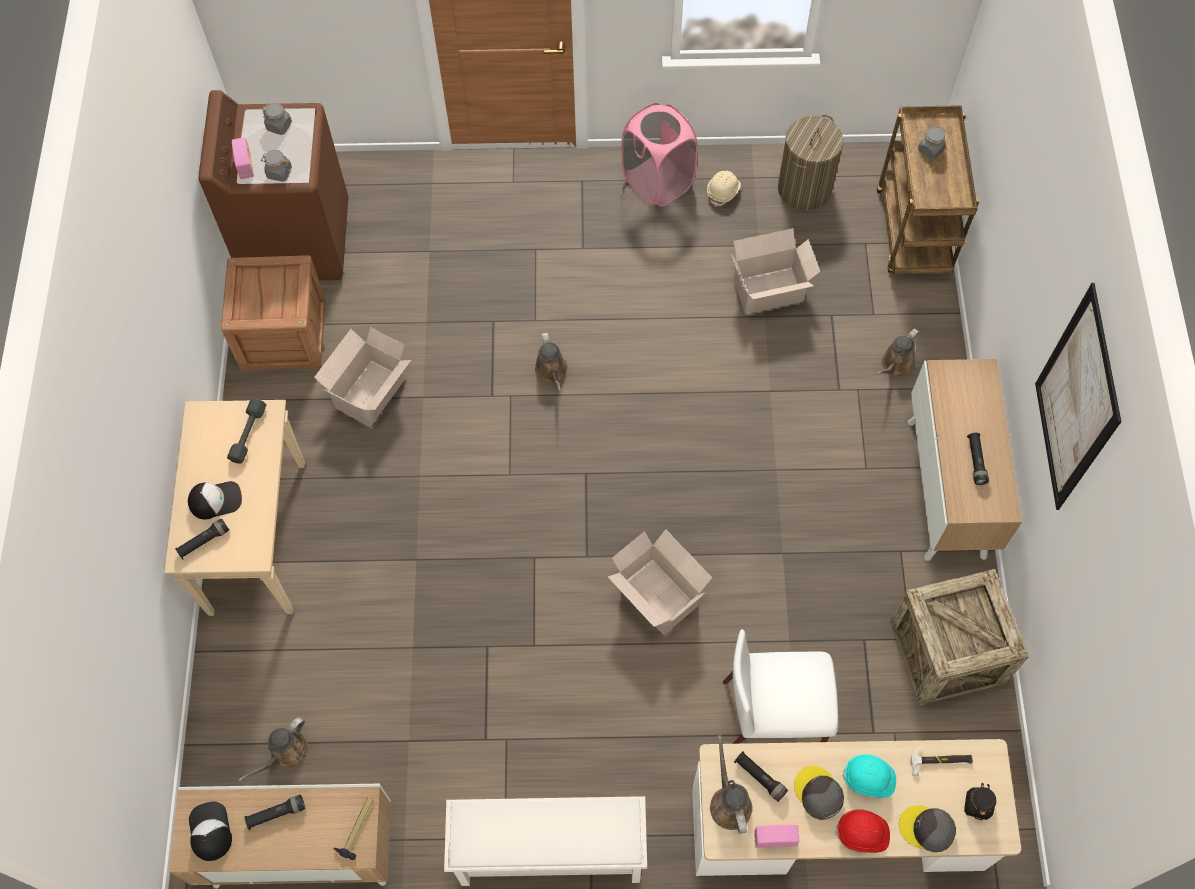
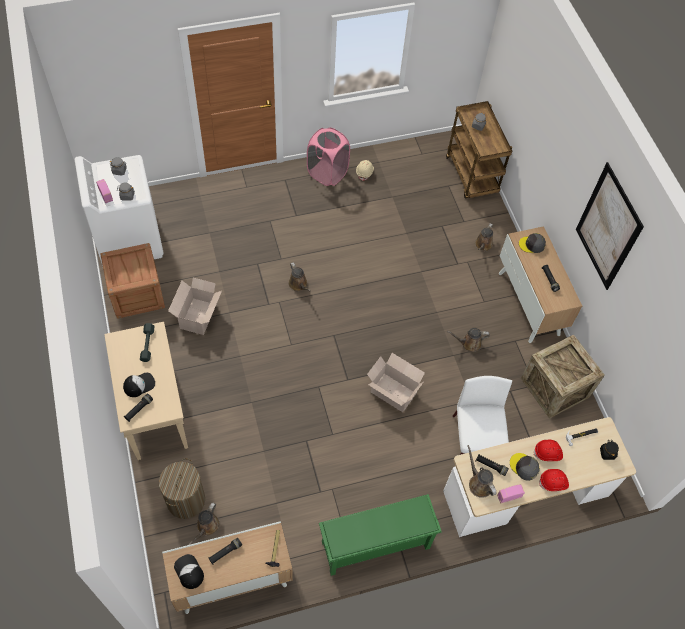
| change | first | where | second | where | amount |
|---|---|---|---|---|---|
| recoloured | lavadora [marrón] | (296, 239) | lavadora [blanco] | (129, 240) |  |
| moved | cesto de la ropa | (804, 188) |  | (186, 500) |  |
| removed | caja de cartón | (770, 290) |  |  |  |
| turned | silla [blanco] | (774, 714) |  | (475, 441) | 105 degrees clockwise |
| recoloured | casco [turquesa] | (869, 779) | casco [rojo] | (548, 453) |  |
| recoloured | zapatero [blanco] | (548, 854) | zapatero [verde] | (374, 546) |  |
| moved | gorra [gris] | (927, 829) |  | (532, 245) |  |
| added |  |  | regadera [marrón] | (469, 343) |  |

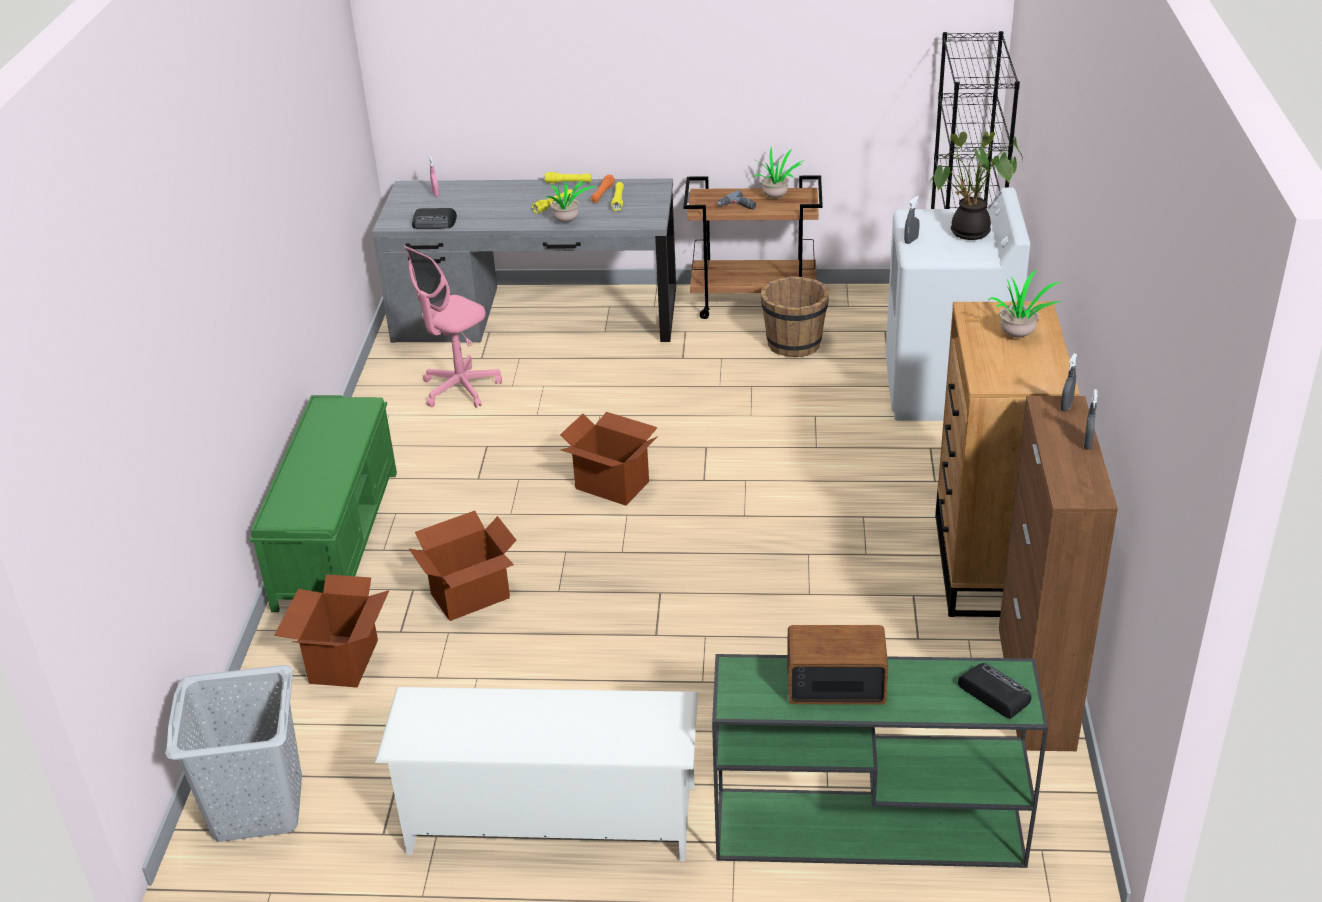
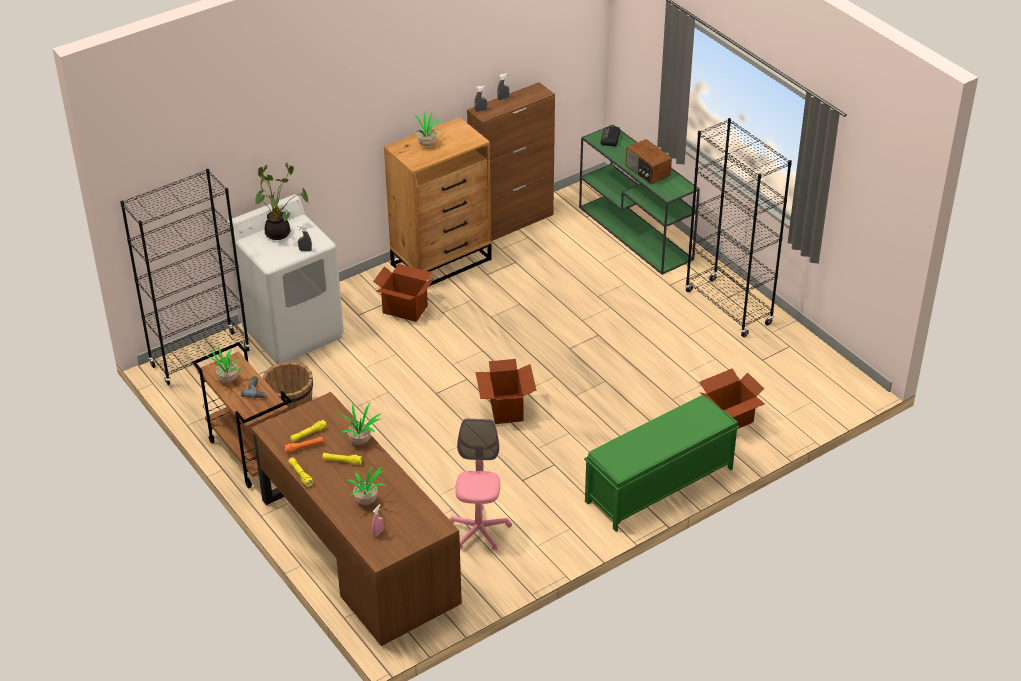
| change | first | where | second | where | amount |
|---|---|---|---|---|---|
| recoloured | escritorio [gris] | (536, 315) | escritorio [marrón] | (358, 551) |  |
| removed | radio | (435, 223) |  |  |  |
| turned | silla de oficina [rosa] | (460, 389) |  | (479, 531) | 90 degrees counterclockwise |
| moved | caja de cartón | (471, 596) |  | (405, 309) |  |
| removed | cesto de la ropa [gris] | (257, 806) |  |  |  |
| replaced | zapatero [blanco] | (550, 820) | estantería [negro] | (728, 308) |  |
| added |  |  | planta en maceta | (368, 502) |  |

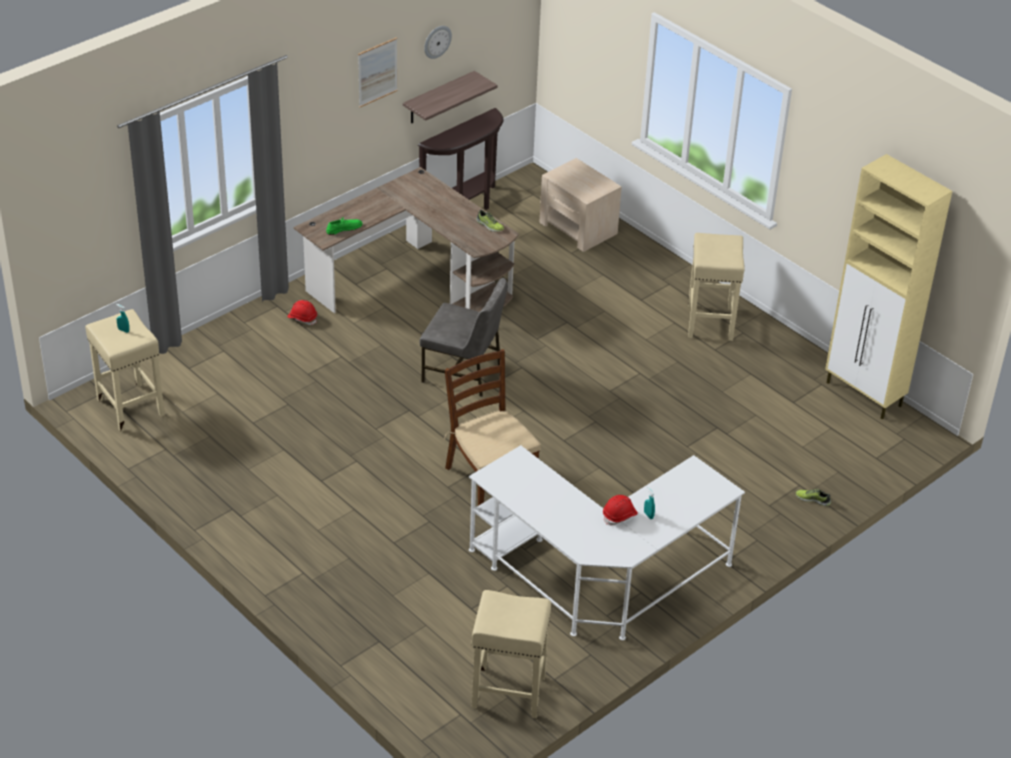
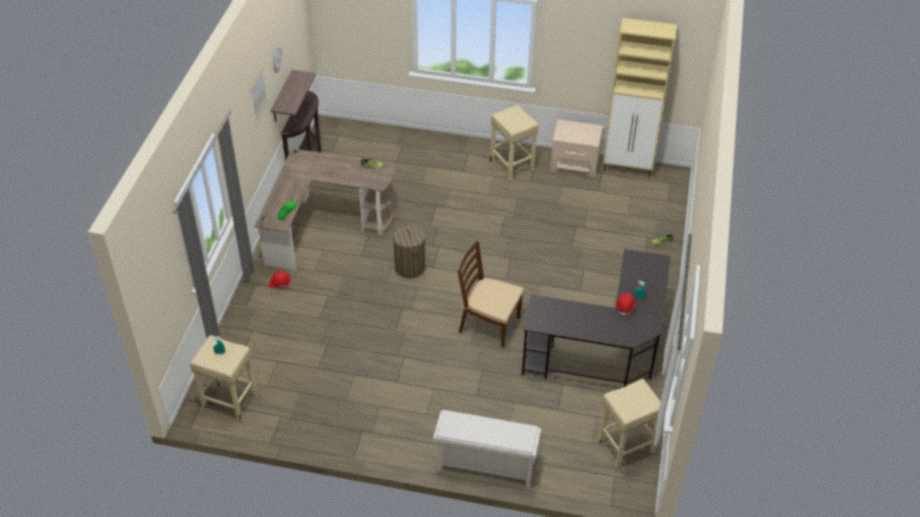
| change | first | where | second | where | amount |
|---|---|---|---|---|---|
| moved | mesita de noche [beis] | (578, 228) |  | (575, 164) |  |
| replaced | silla [gris] | (463, 373) | cesto de la ropa | (410, 267) |  |
| recoloured | escritorio [blanco] | (599, 579) | escritorio [negro] | (605, 350) |  |
| added |  |  | zapatero [blanco] | (485, 466) |  |

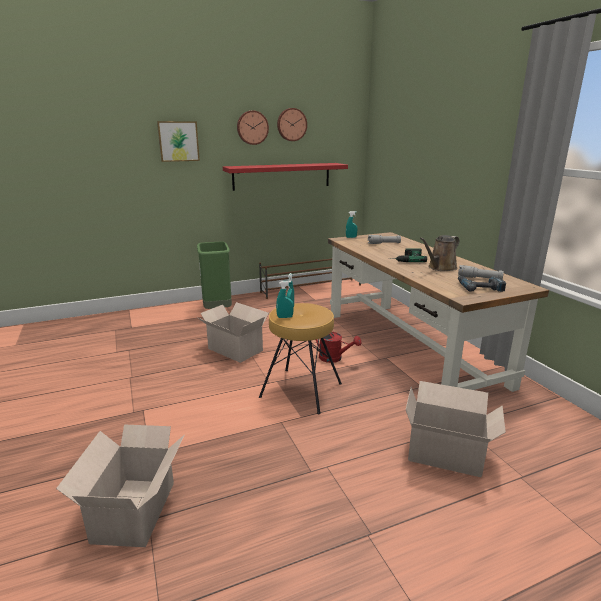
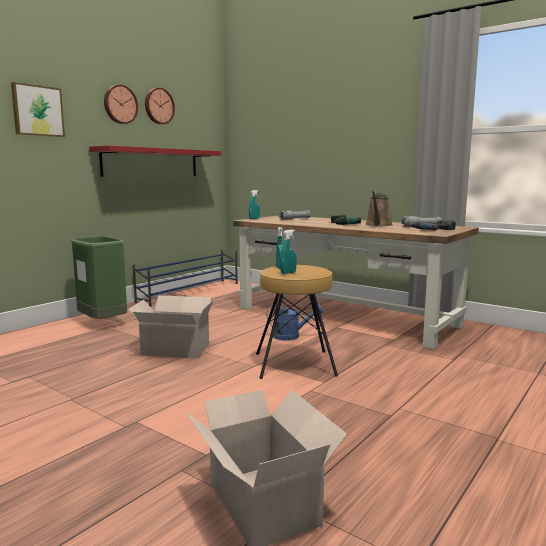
| change | first | where | second | where | amount |
|---|---|---|---|---|---|
| recoloured | zapatero [marrón] | (312, 288) | zapatero [azul] | (190, 292) |  |
| recoloured | regadera [rojo] | (334, 358) | regadera [azul] | (291, 336) |  |
| removed | caja de cartón | (447, 454) |  |  |  |

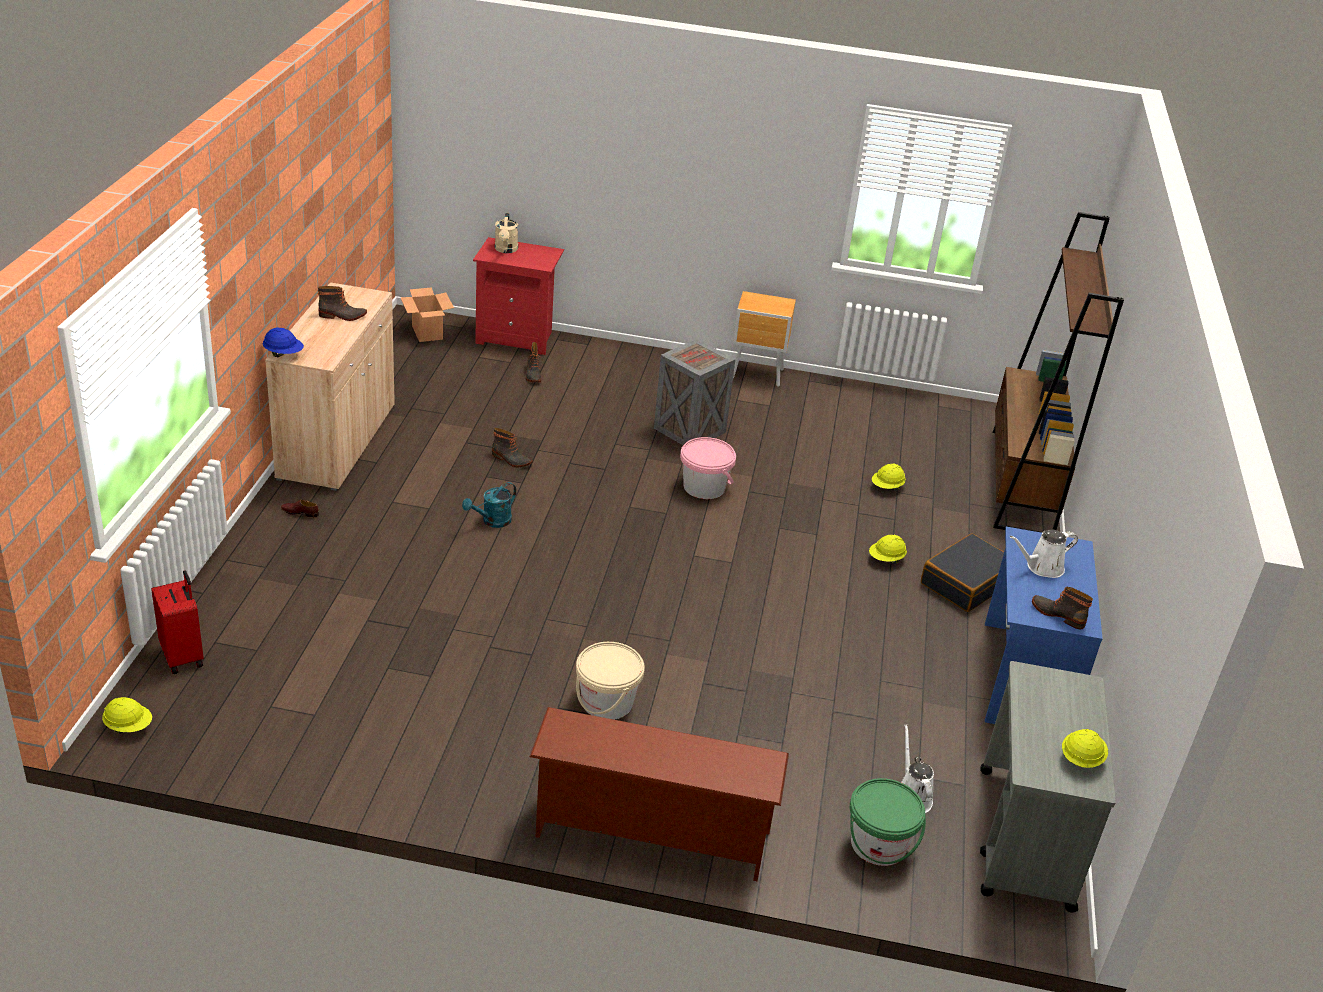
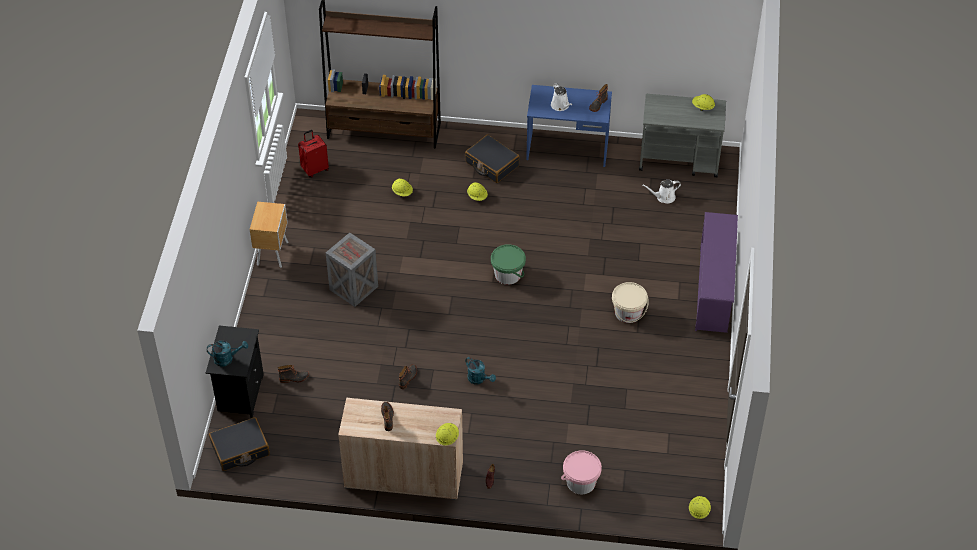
| change | first | where | second | where | amount |
|---|---|---|---|---|---|
| recoloured | regadera [beis] | (506, 250) | regadera [turquesa] | (227, 359) |  |
| recoloured | mesita de noche [rojo] | (517, 338) | mesita de noche [negro] | (239, 393) |  |
| replaced | caja de cartón | (427, 333) | maleta [negro] | (240, 449) |  |
| recoloured | casco [azul] | (283, 354) | casco [amarillo] | (447, 438) |  |
| moved | cubo [rosa] | (704, 487) |  | (581, 482) |  |
| moved | maleta [rojo] | (183, 656) |  | (315, 169) |  |
| recoloured | zapatero [marrón] | (650, 835) | zapatero [morado] | (714, 290) |  |
| moved | cubo [verde] | (878, 844) |  | (508, 274) |  |

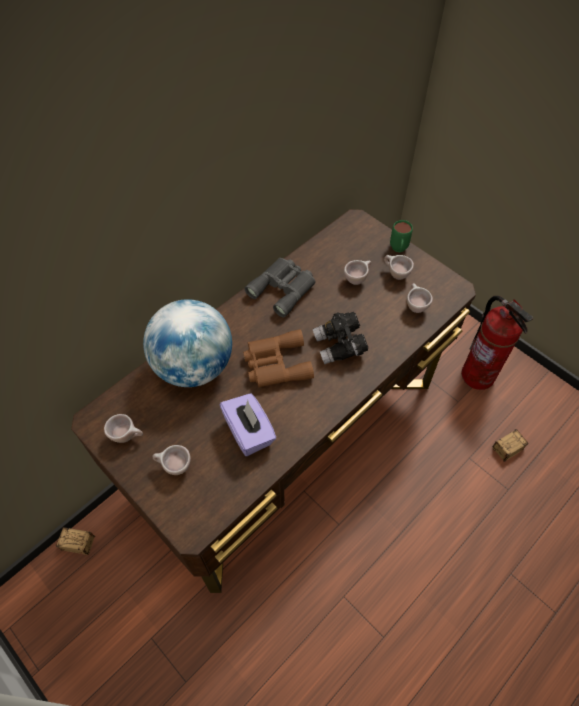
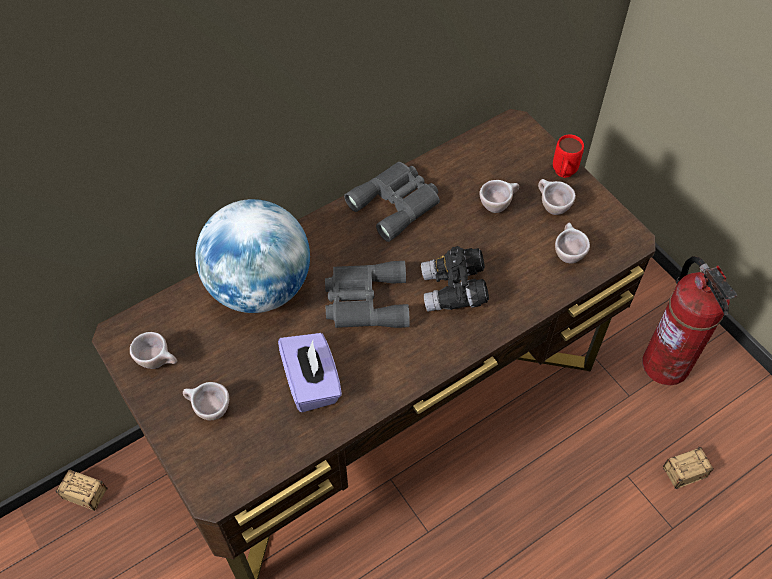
| change | first | where | second | where | amount |
|---|---|---|---|---|---|
| recoloured | taza grande [verde] | (398, 250) | taza grande [rojo] | (563, 175) |  |
| recoloured | prismáticos [marrón] | (275, 364) | prismáticos [gris] | (364, 300) |  |

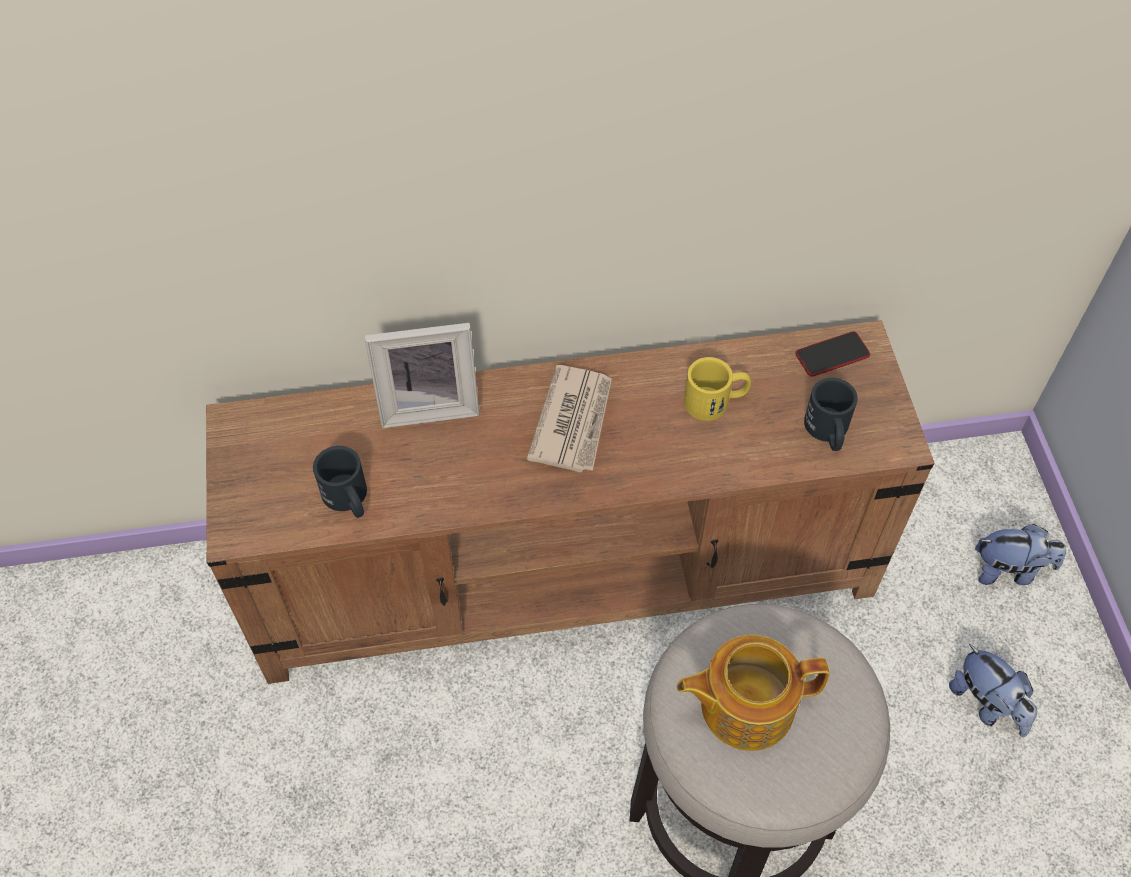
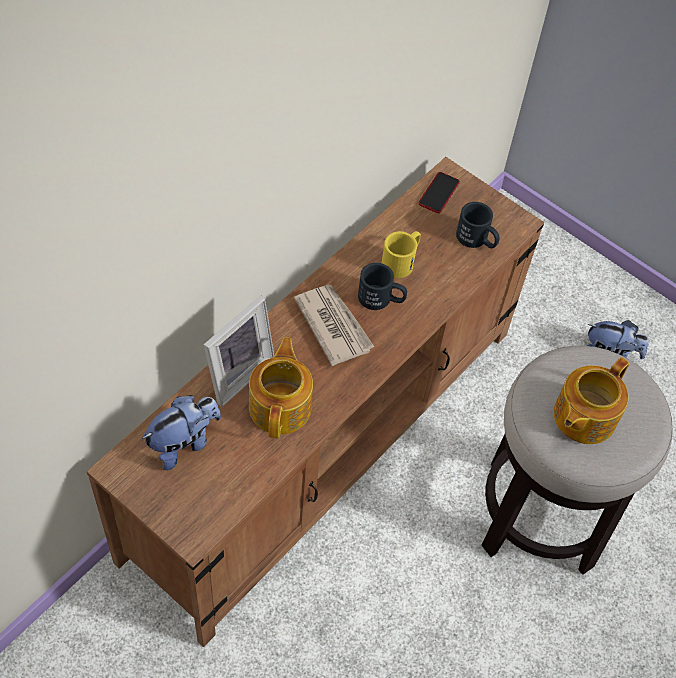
| change | first | where | second | where | amount |
|---|---|---|---|---|---|
| moved | taza grande [negro] | (348, 499) |  | (381, 299) |  |
| moved | peluche | (1009, 570) |  | (184, 443) |  |
| added |  |  | tetera | (281, 405) |  |

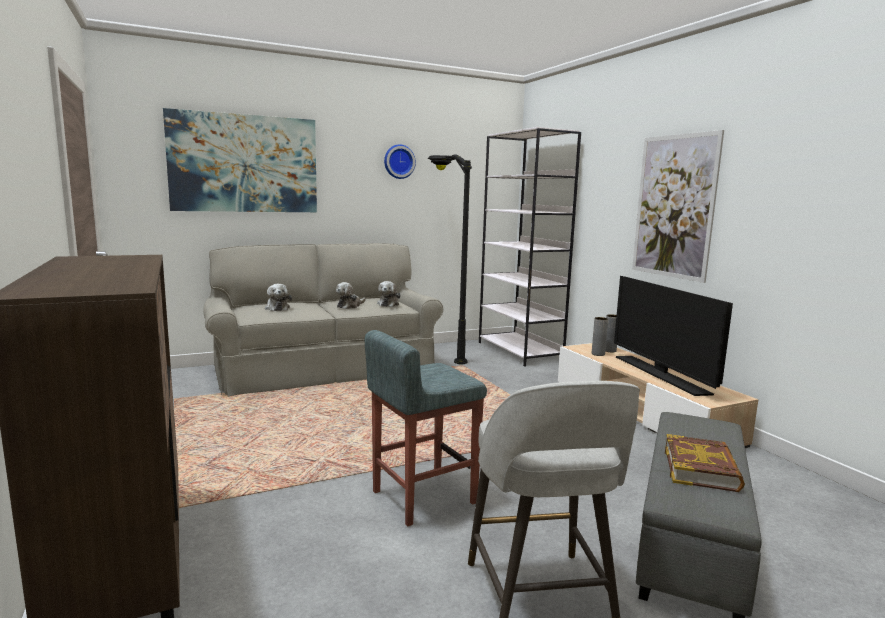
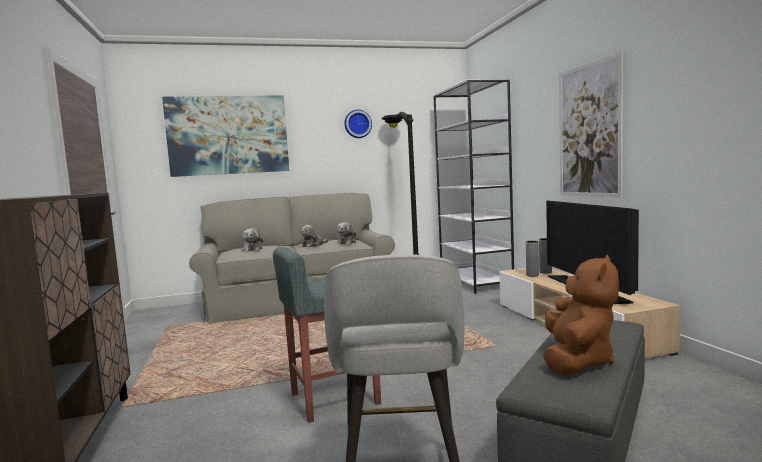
| change | first | where | second | where | amount |
|---|---|---|---|---|---|
| replaced | libro | (701, 469) | peluche [marrón] | (577, 361) |  |

